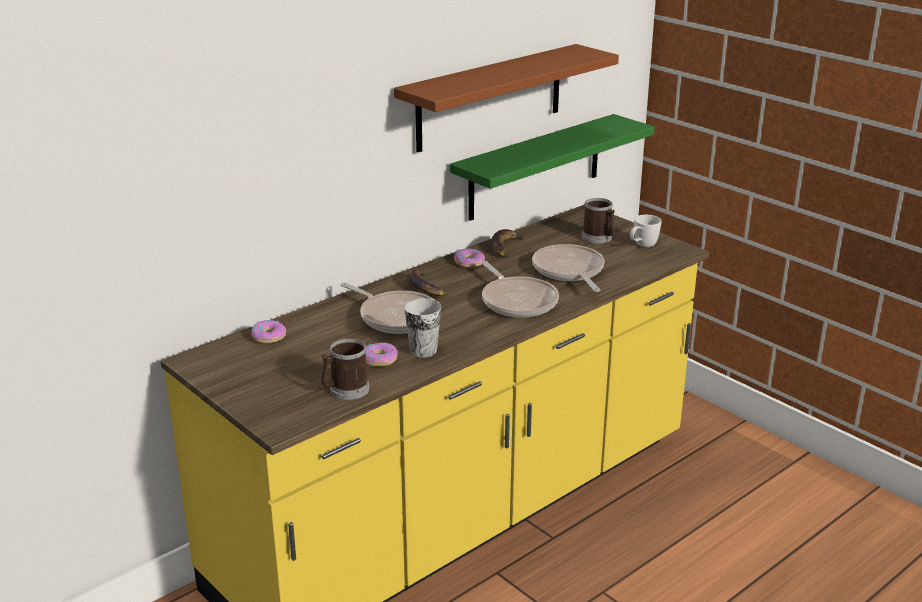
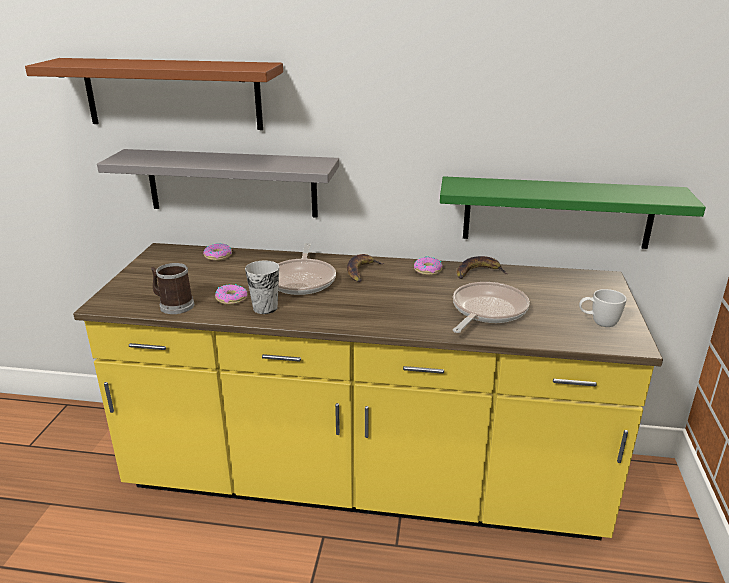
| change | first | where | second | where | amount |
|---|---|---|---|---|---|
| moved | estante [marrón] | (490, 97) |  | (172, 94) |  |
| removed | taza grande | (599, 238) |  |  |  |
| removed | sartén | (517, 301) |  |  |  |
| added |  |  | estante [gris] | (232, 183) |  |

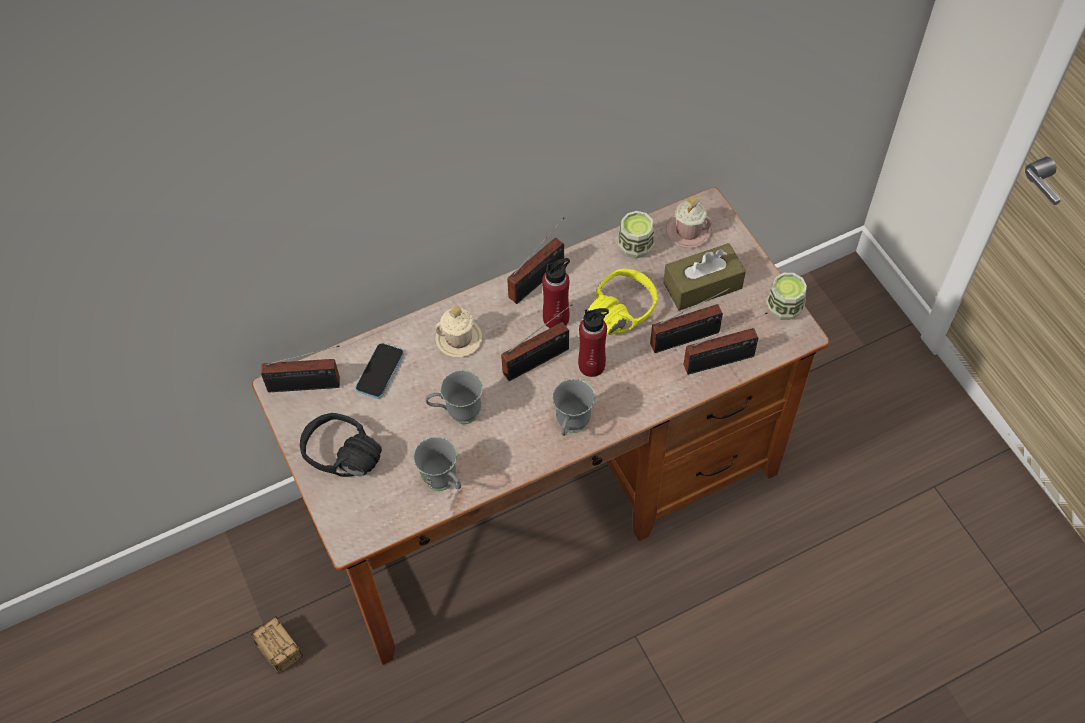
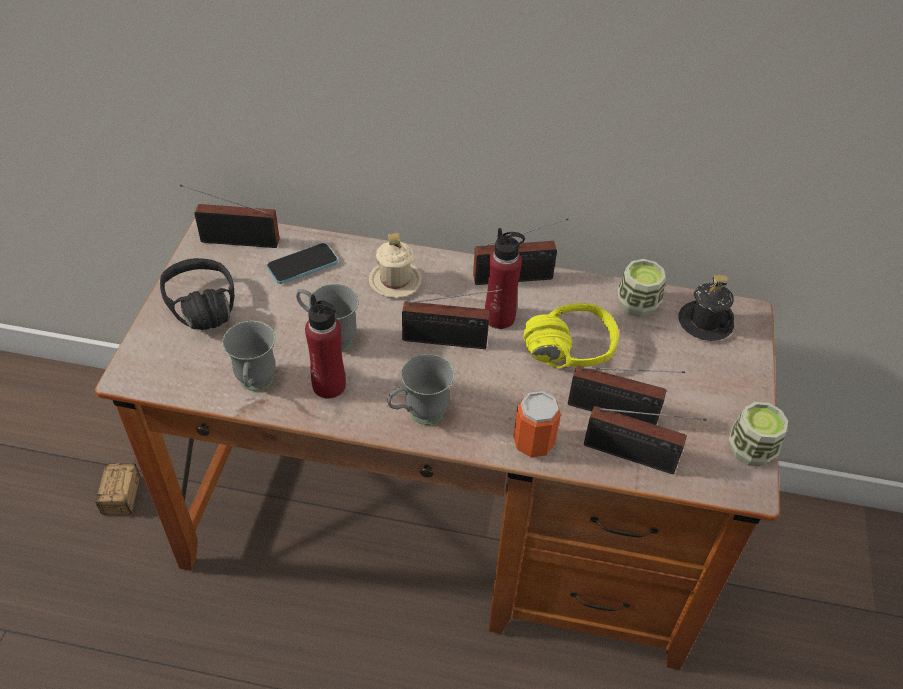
| change | first | where | second | where | amount |
|---|---|---|---|---|---|
| recoloured | taza grande [rosa] | (688, 231) | taza grande [negro] | (705, 323) |  |
| removed | caja de pañuelos [marrón] | (702, 285) |  |  |  |
| moved | botella [rojo] | (592, 365) |  | (329, 386) |  |
| turned | radio | (308, 385) |  | (236, 240) | 150 degrees clockwise |
| added |  |  | lata | (533, 443) |  |

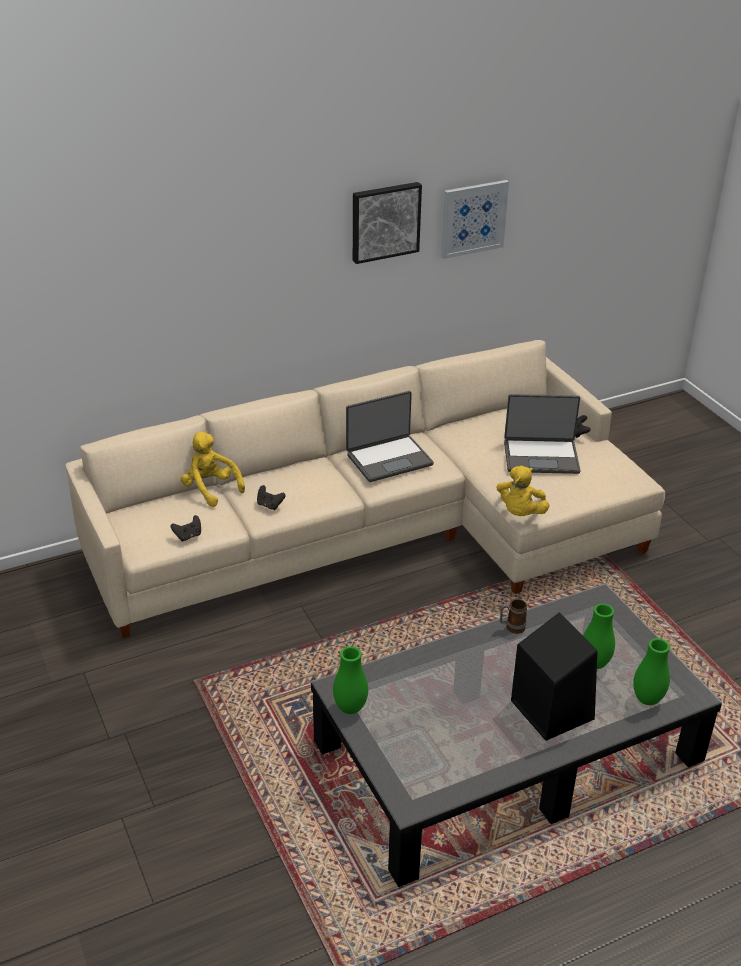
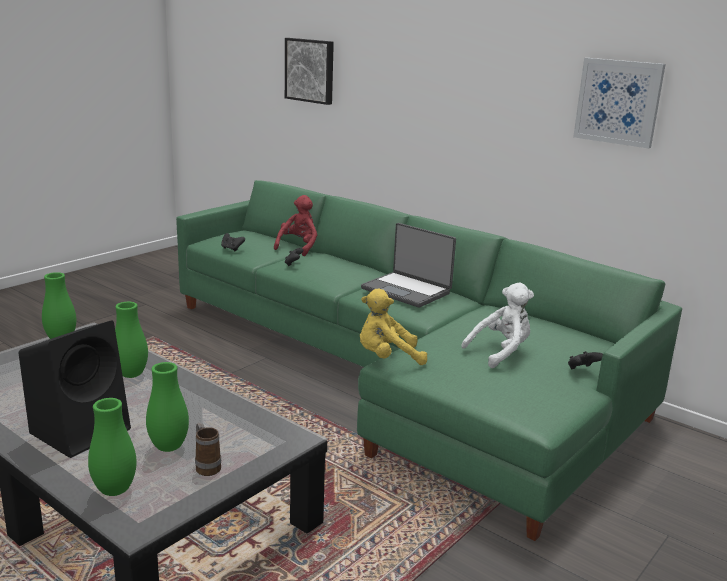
| change | first | where | second | where | amount |
|---|---|---|---|---|---|
| moved | cuadro | (385, 221) |  | (310, 70) |  |
| recoloured | sofá [beis] | (384, 530) | sofá [verde] | (401, 373) |  |
| replaced | portátil | (541, 456) | peluche [blanco] | (501, 352) |  |
| recoloured | peluche [amarillo] | (210, 489) | peluche [rojo] | (298, 247) |  |
| moved | taza grande | (511, 628) |  | (206, 466) |  |
| added |  |  | florero [verde] | (131, 374) |  |

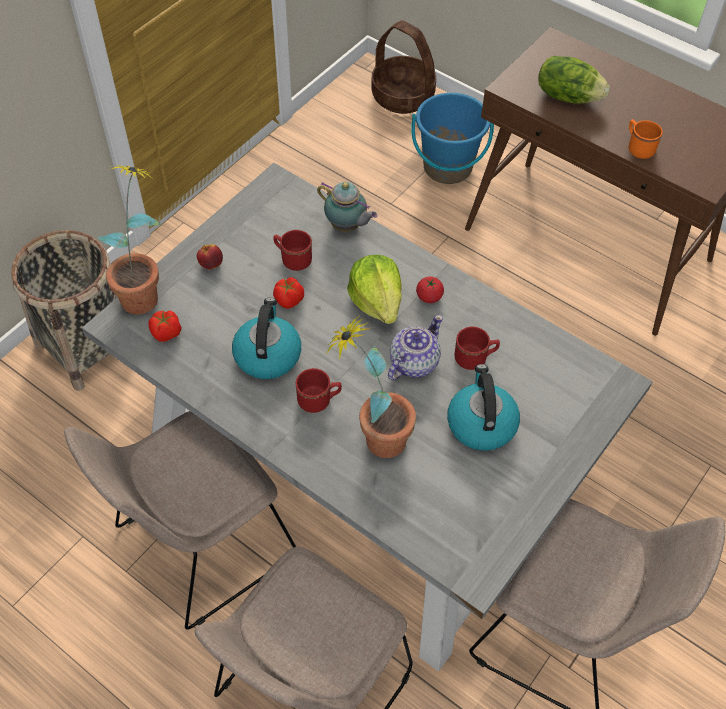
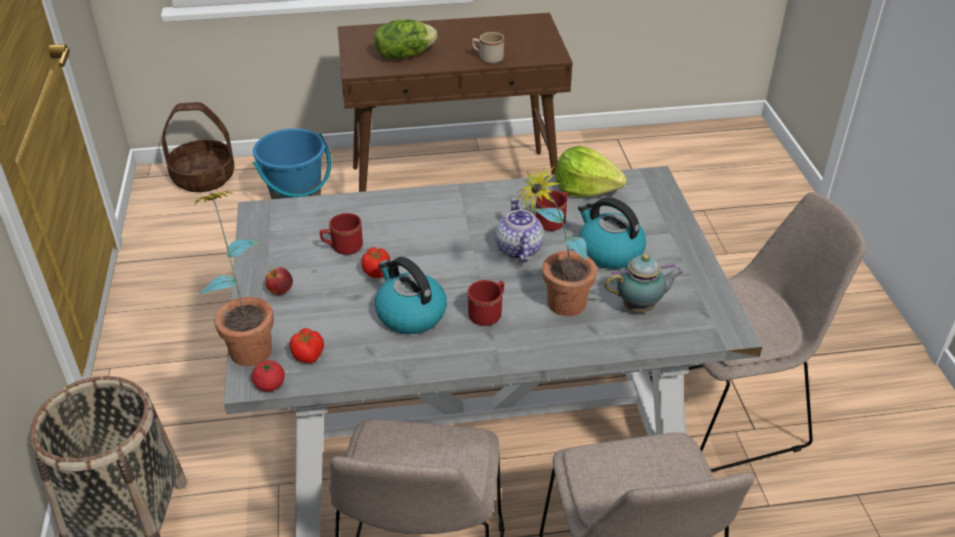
| change | first | where | second | where | amount |
|---|---|---|---|---|---|
| recoloured | taza grande [naranja] | (638, 148) | taza grande [beis] | (487, 58) |  |
| moved | tetera | (347, 227) |  | (641, 307) |  |
| moved | lechuga | (377, 301) |  | (586, 188) |  |
| moved | tomate | (429, 297) |  | (270, 385) |  |

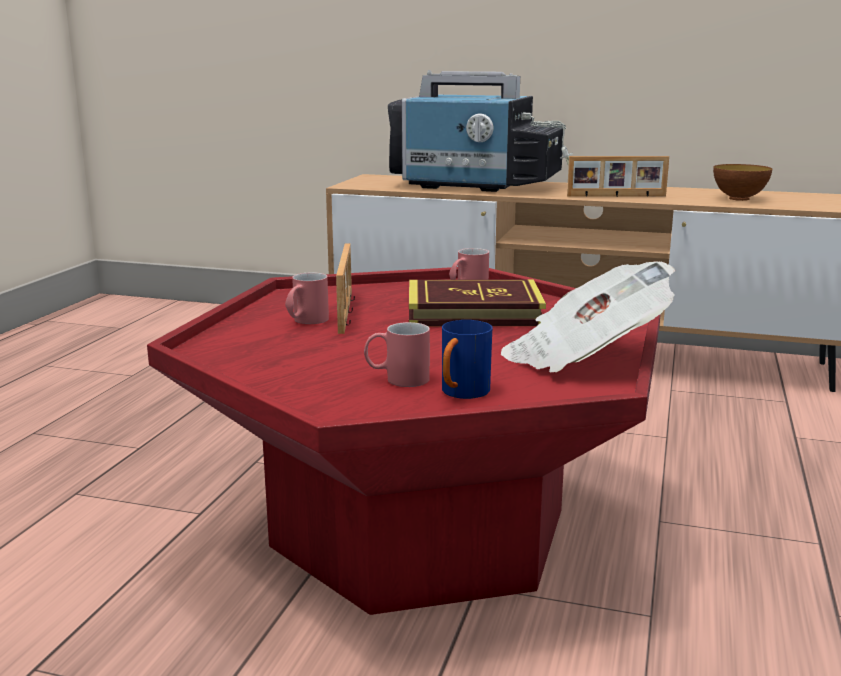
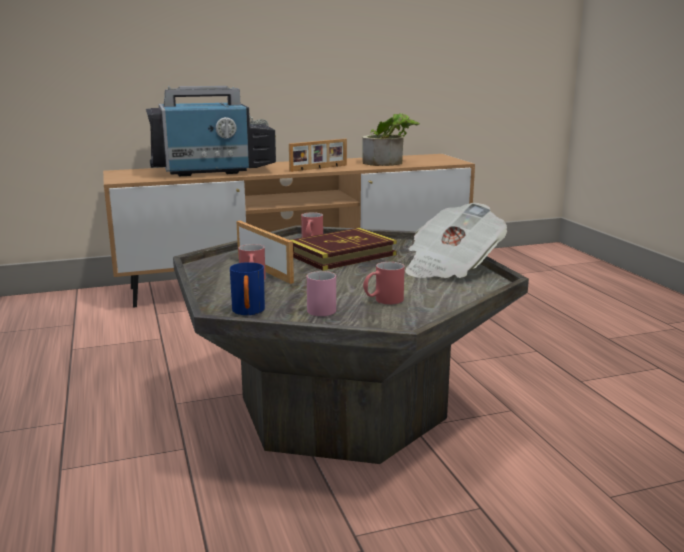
| change | first | where | second | where | amount |
|---|---|---|---|---|---|
| replaced | cuenco | (739, 199) | planta en maceta | (388, 162) |  |
| recoloured | mesa de centro [rojo] | (418, 528) | mesa de centro [gris] | (340, 408) |  |
| moved | taza grande [azul] | (461, 394) |  | (248, 312) |  |
| added |  |  | taza grande [rosa] | (320, 308) |  |

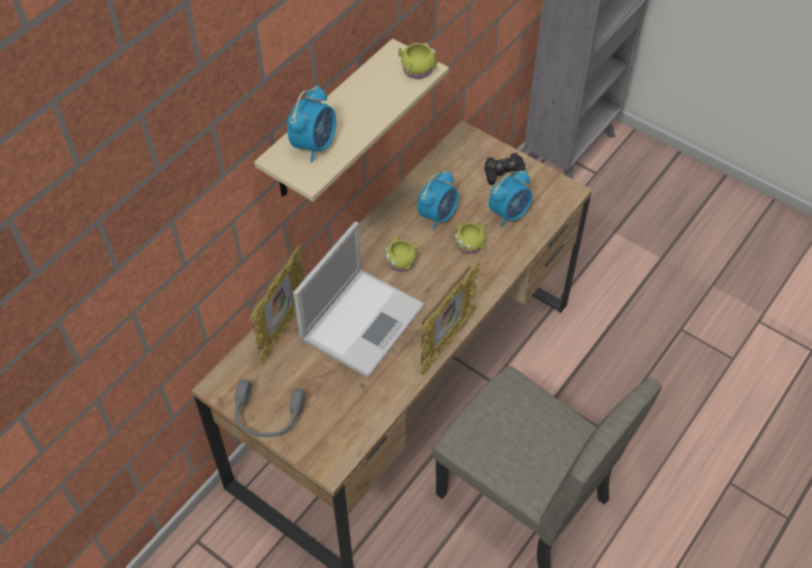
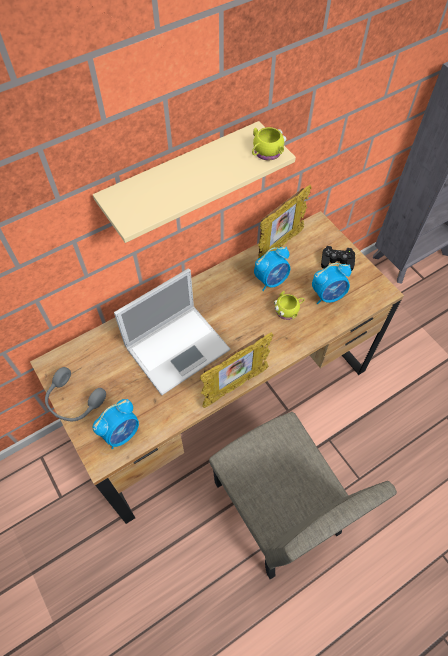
| change | first | where | second | where | amount |
|---|---|---|---|---|---|
| moved | despertador | (314, 145) |  | (121, 432) |  |
| removed | taza grande [amarillo] | (403, 261) |  |  |  |
| moved | portarretratos | (283, 329) |  | (279, 246) |  |

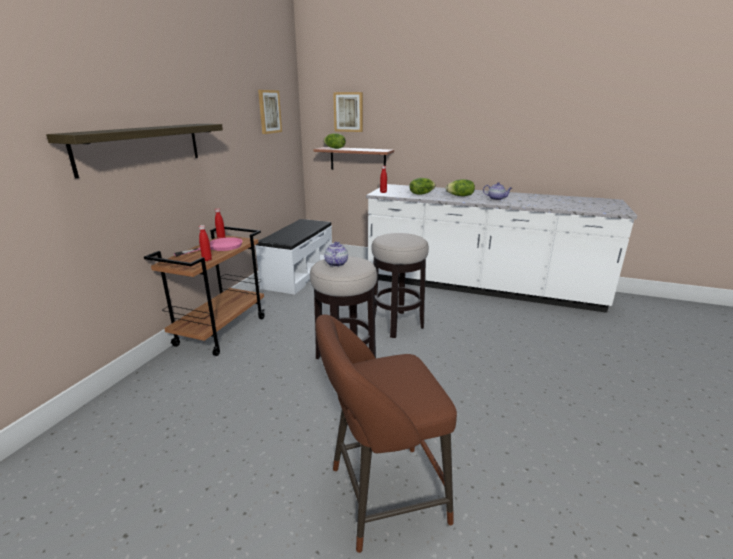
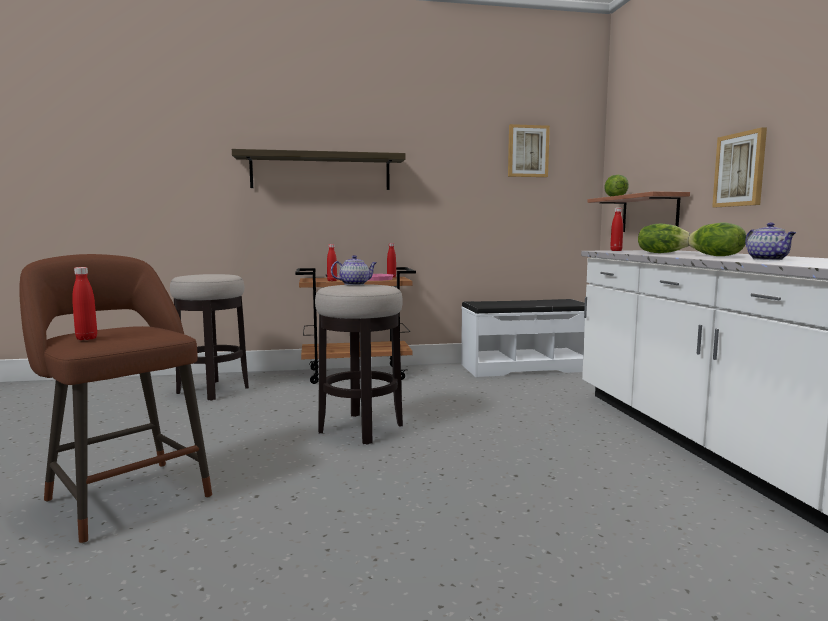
| change | first | where | second | where | amount |
|---|---|---|---|---|---|
| moved | cuadro | (348, 112) |  | (740, 169) |  |
| moved | taburete | (397, 324) |  | (213, 390) |  |
| added |  |  | botella [rojo] | (86, 338) |  |

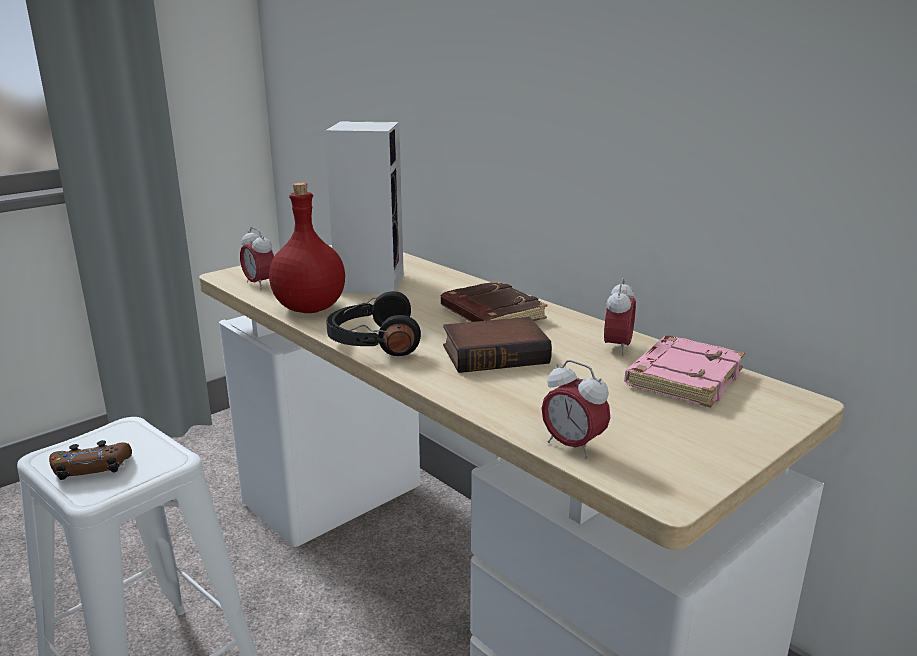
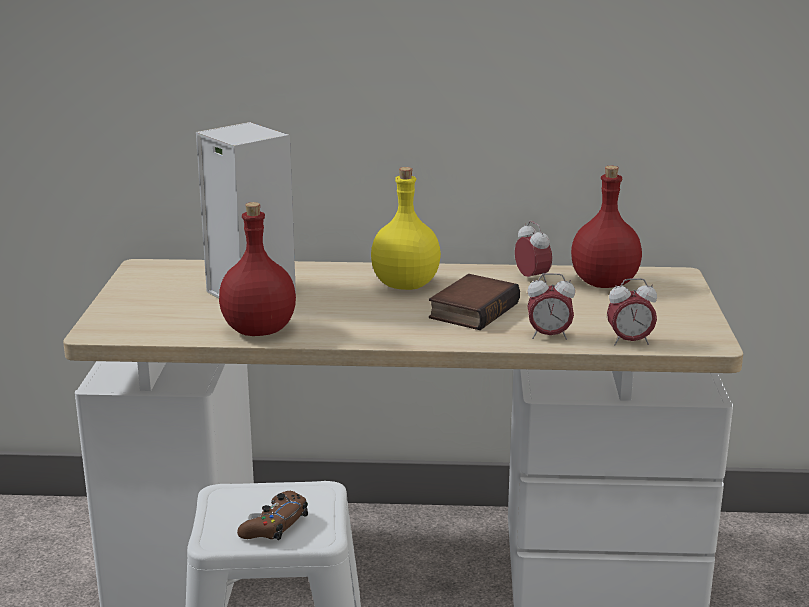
| change | first | where | second | where | amount |
|---|---|---|---|---|---|
| moved | despertador | (260, 284) |  | (549, 336) |  |
| replaced | libro [marrón] | (490, 314) | botella [amarillo] | (405, 285) |  |
| removed | auriculares [negro] | (373, 342) |  |  |  |
| replaced | libro [rosa] | (682, 378) | botella [rojo] | (602, 283) |  |

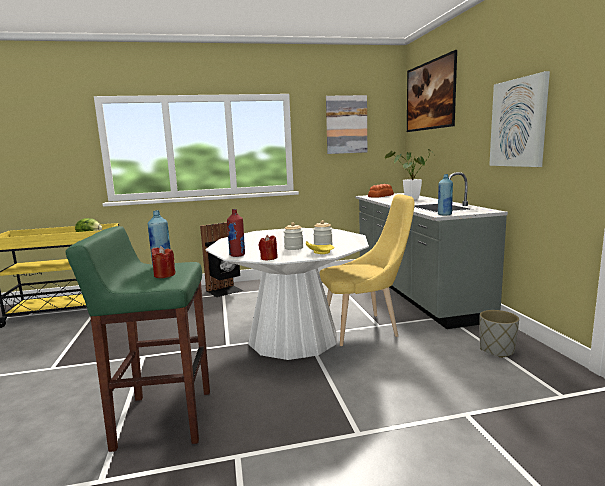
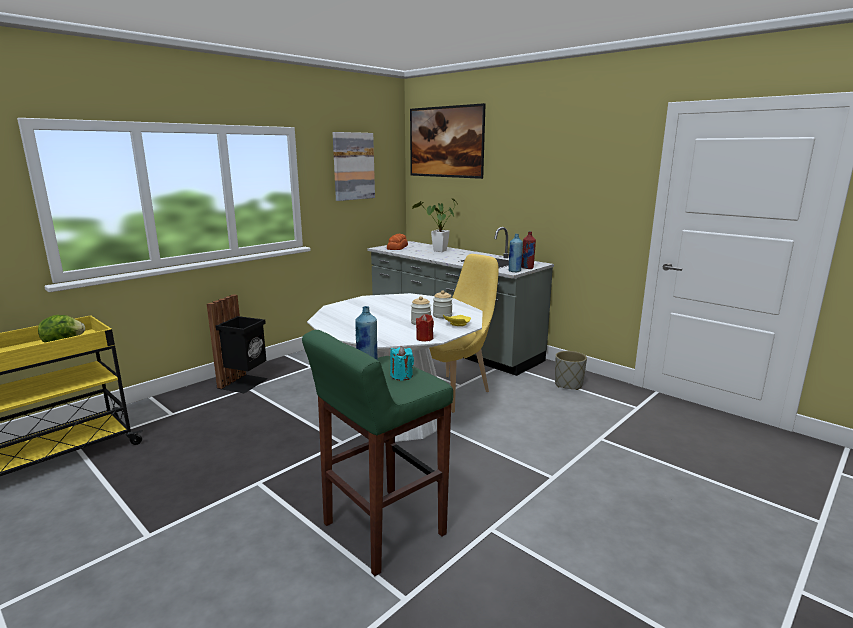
| change | first | where | second | where | amount |
|---|---|---|---|---|---|
| removed | cuadro | (518, 123) |  |  |  |
| moved | botella [rojo] | (237, 255) |  | (527, 268) |  |
| recoloured | vela [rojo] | (164, 275) | vela [turquesa] | (401, 376) |  |

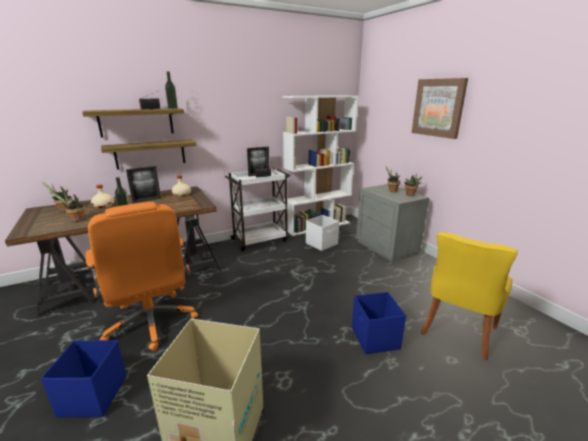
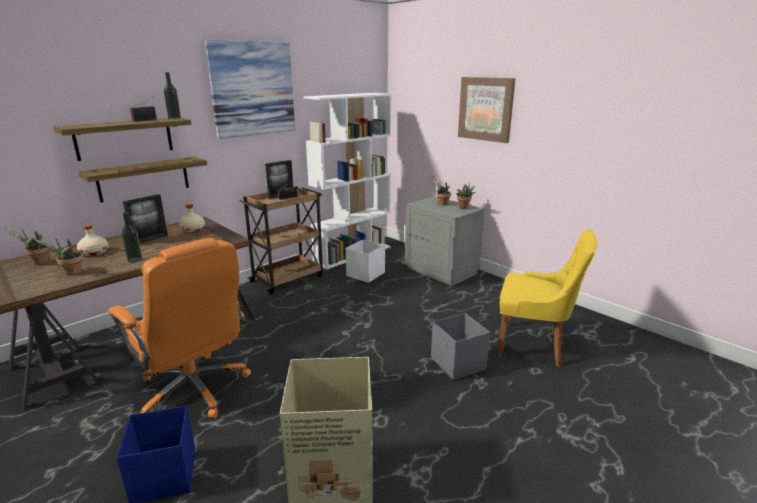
| change | first | where | second | where | amount |
|---|---|---|---|---|---|
| recoloured | carrito [blanco] | (260, 240) | carrito [marrón] | (288, 278) |  |
| turned | silla [amarillo] | (457, 332) |  | (534, 345) | 90 degrees counterclockwise |
| recoloured | caja de almacenaje [azul] | (375, 338) | caja de almacenaje [gris] | (458, 364) |  |
| added |  |  | cuadro | (253, 89) |  |

